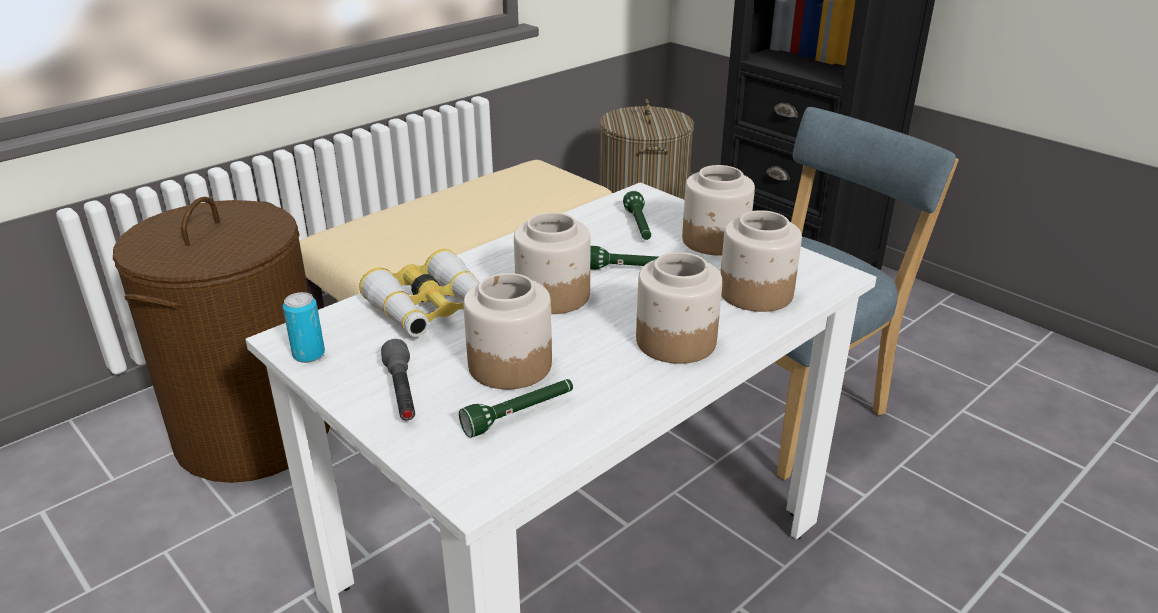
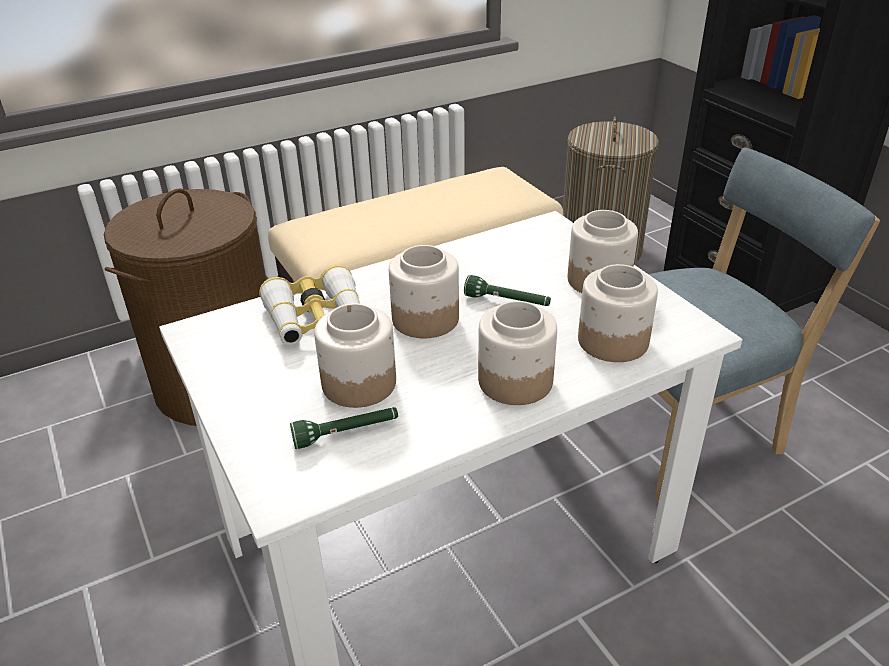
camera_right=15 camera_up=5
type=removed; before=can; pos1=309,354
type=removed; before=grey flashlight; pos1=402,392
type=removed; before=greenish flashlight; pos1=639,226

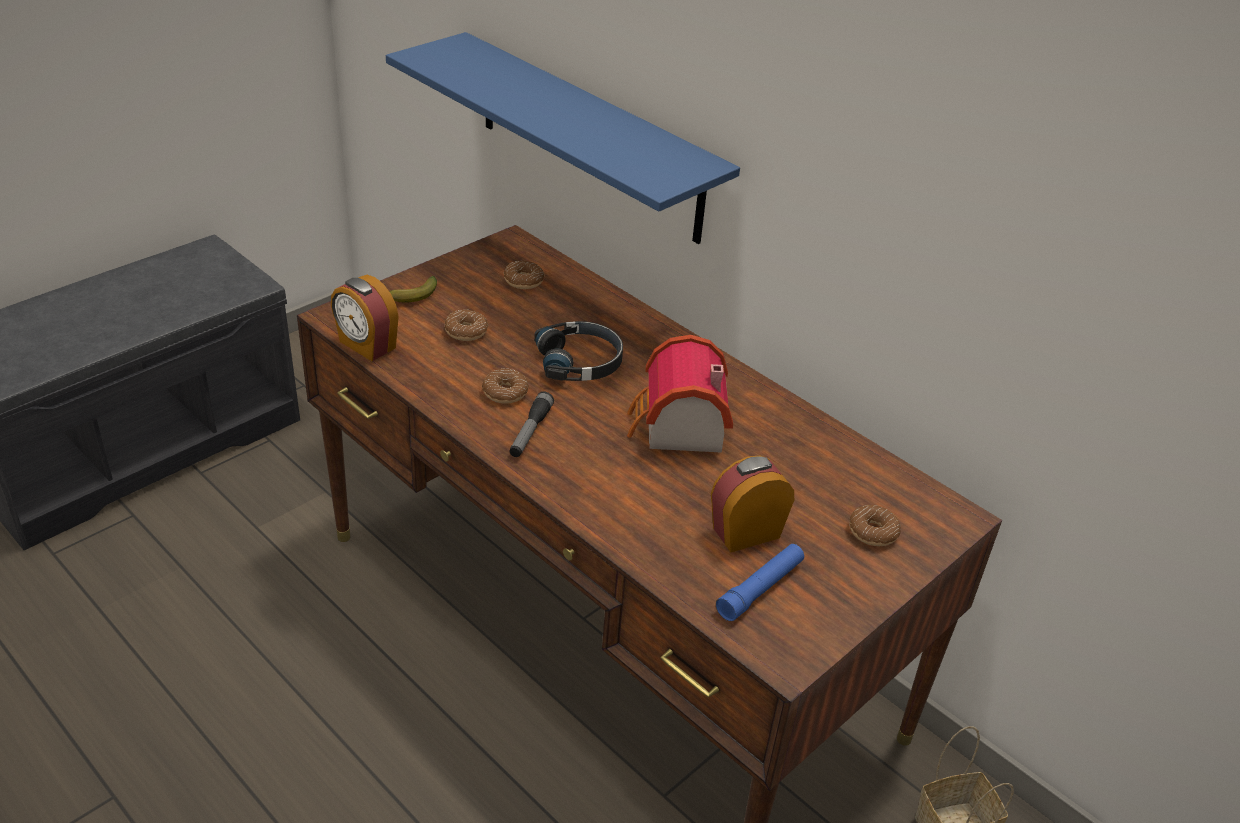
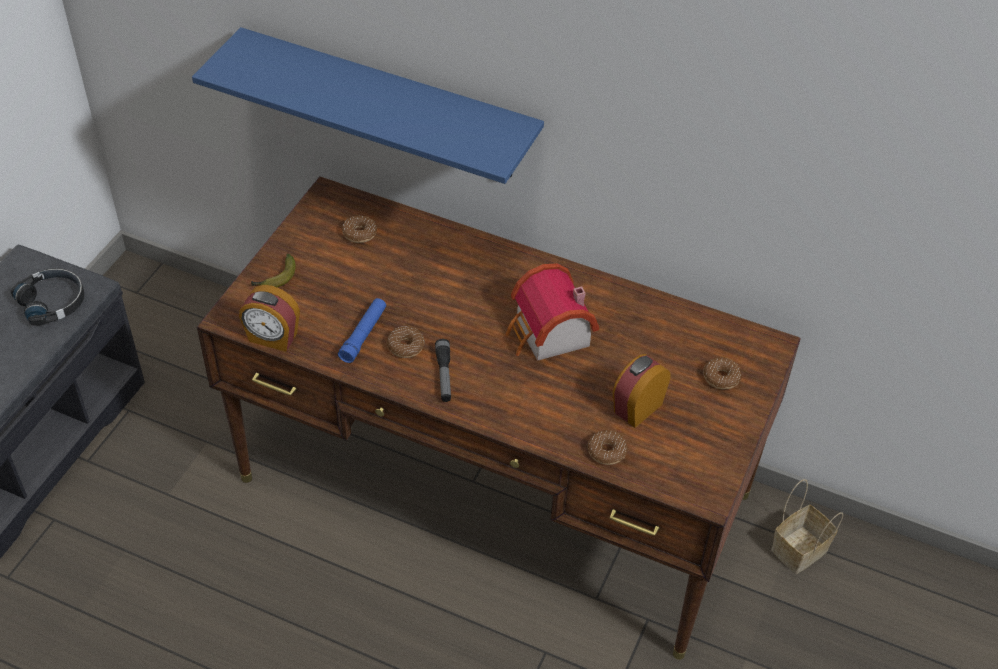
camera_right=-20 camera_up=10
type=moved; before=donut; pos1=466,331; pos2=606,451
type=moved; before=blackish headset; pos1=580,362; pos2=53,302
type=moved; before=blue-coloured flashlight; pos1=760,589; pos2=363,335

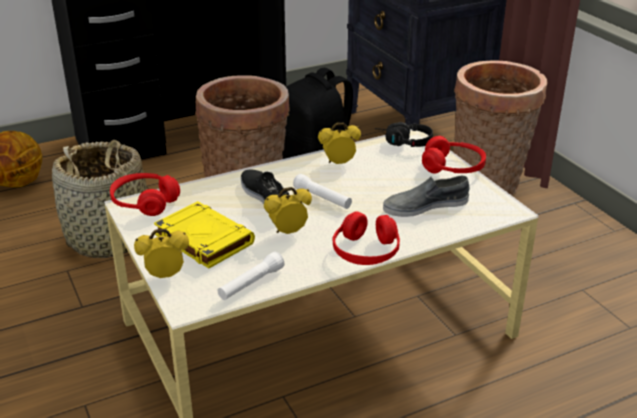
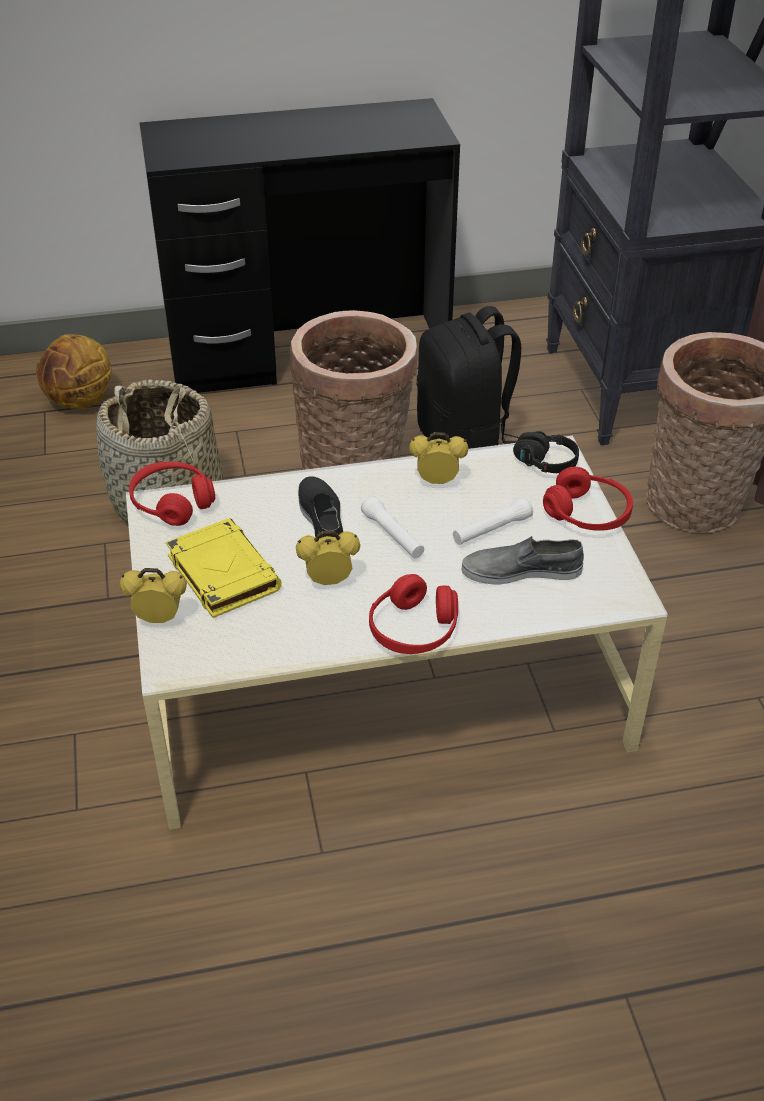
camera_right=15 camera_up=10
type=moved; before=white-coloured flashlight; pos1=251,284; pos2=491,530

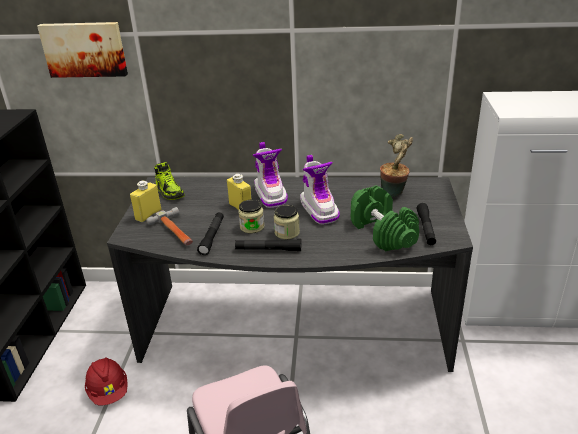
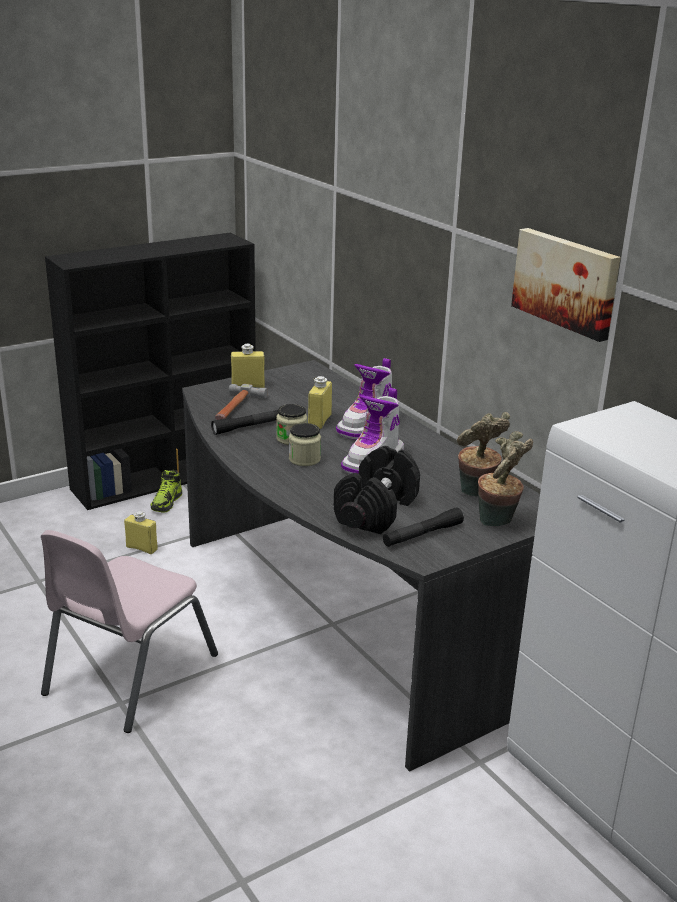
camera_right=50 camera_up=-5
type=removed; before=blackish flashlight; pos1=268,250
type=added; after=potted plant; pos2=498,522
type=moved; before=picture; pos1=84,49; pos2=566,282
type=moved; before=shoe; pos1=170,192; pos2=167,502
type=replaced; before=red safety helmet; after=yellow-coloured drink bottle; pos1=109,391; pos2=141,548
type=recoloured; before=greenish dumbbell; after=blackish dumbbell; pos1=381,232; pos2=376,510

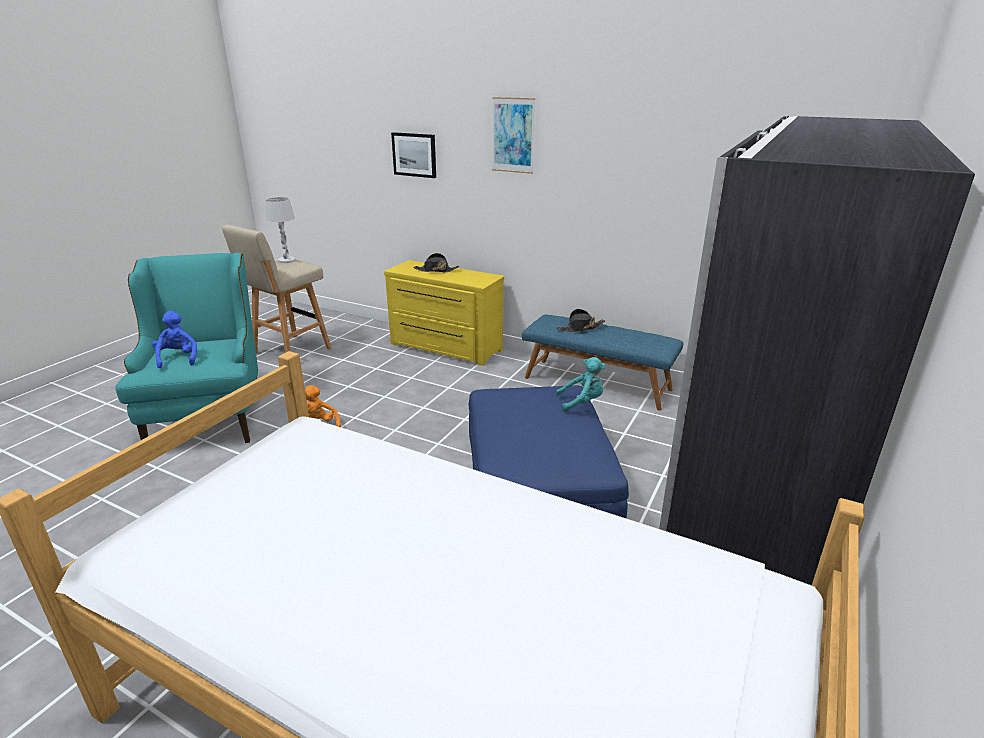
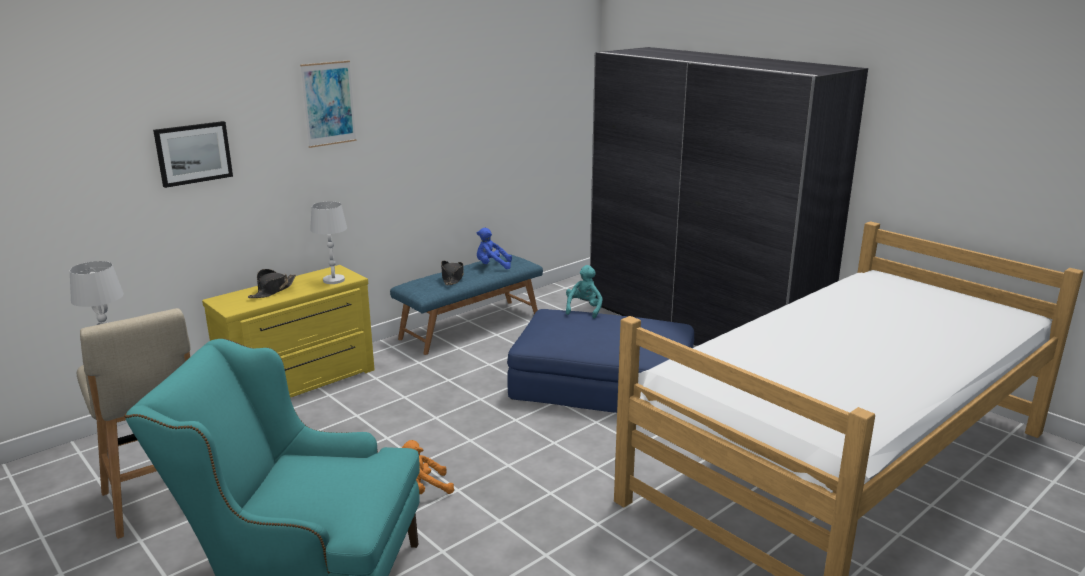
camera_right=-70 camera_up=-5
type=added; after=white-coloured tabletop lamp; pos2=333,280
type=moved; before=blue-coloured plush toy; pos1=178,358; pos2=492,266

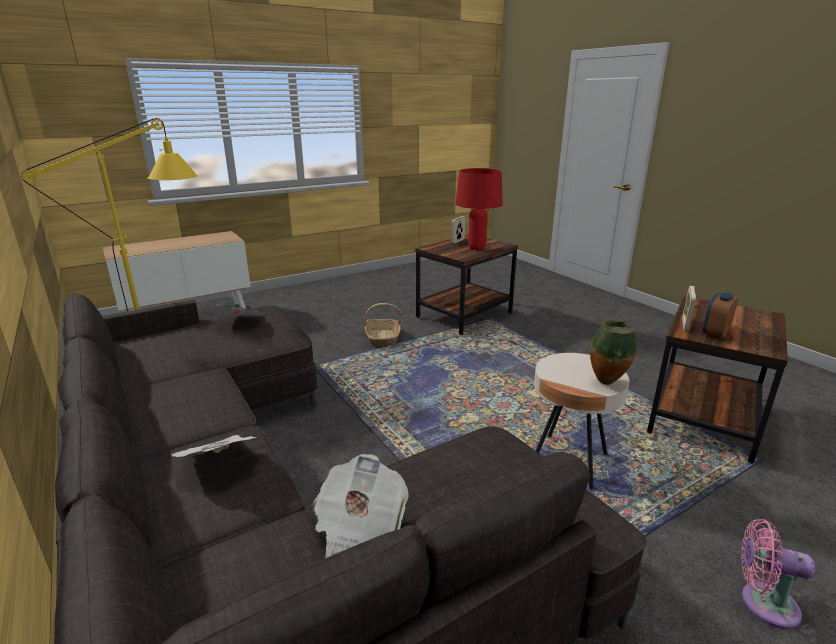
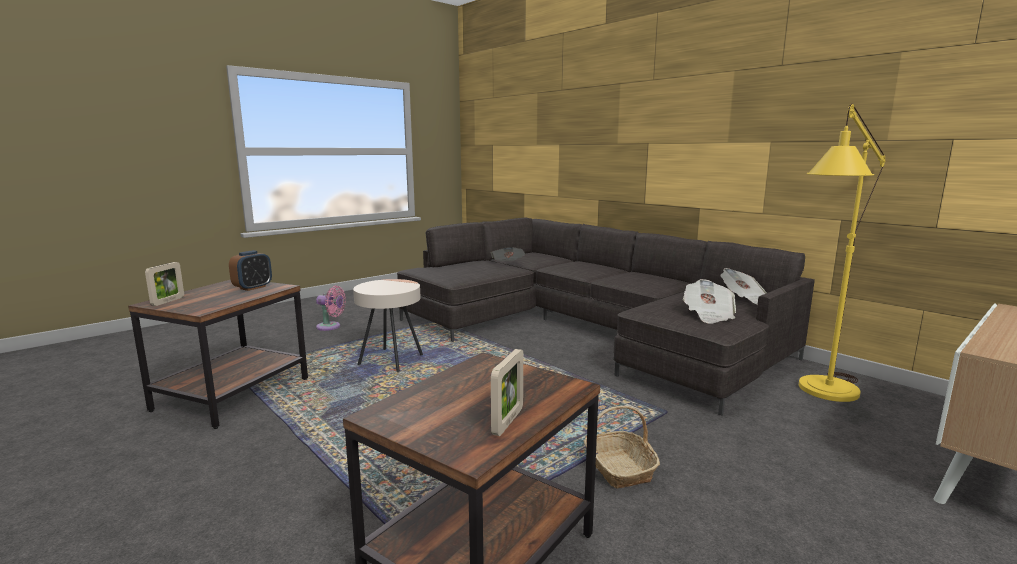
camera_right=170 camera_up=-10
type=removed; before=red tabletop lamp; pos1=476,248
type=removed; before=vase; pos1=607,383
type=moved; before=printed paper; pos1=221,462; pos2=744,299
type=moved; before=standing frame; pos1=684,325; pos2=168,301

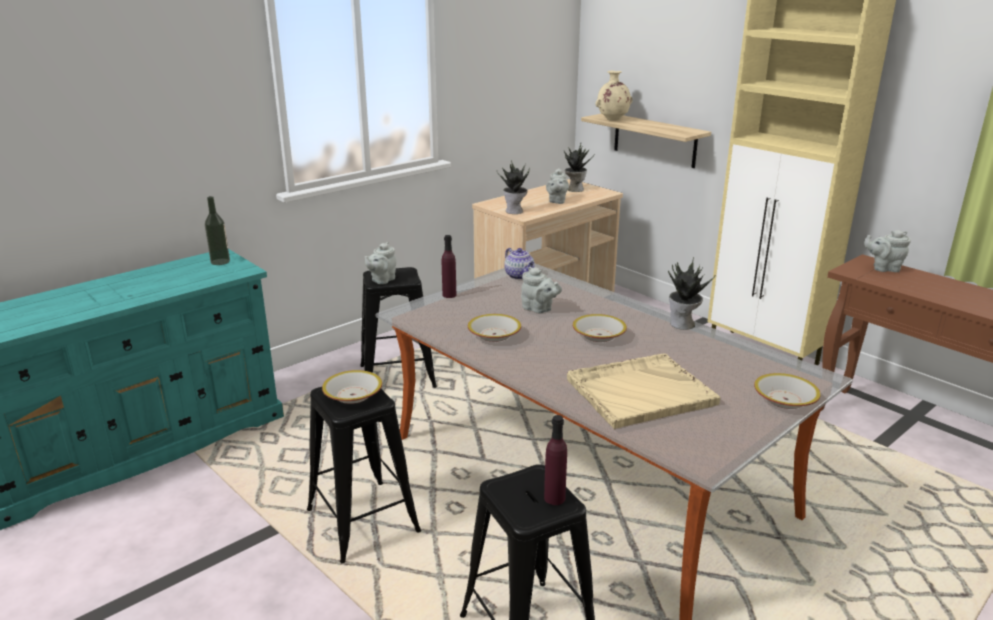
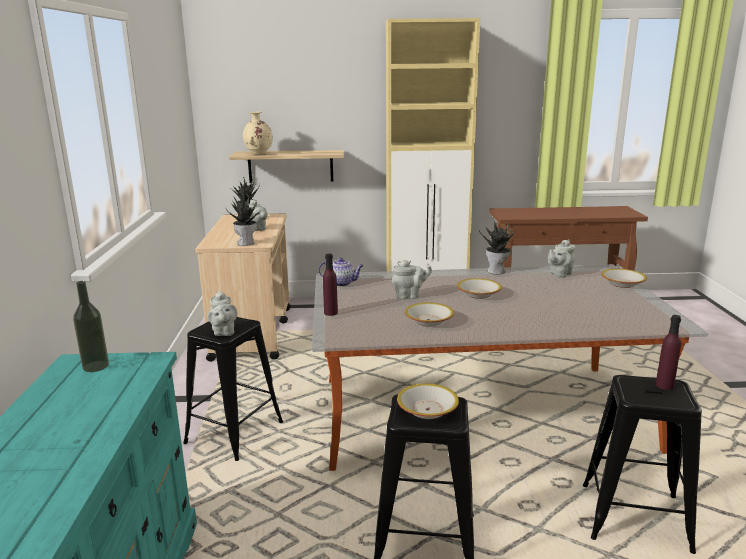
camera_right=-50 camera_up=-5
type=removed; before=sand-coloured tray; pos1=639,392
type=moved; before=grey teapot; pos1=883,268; pos2=559,274

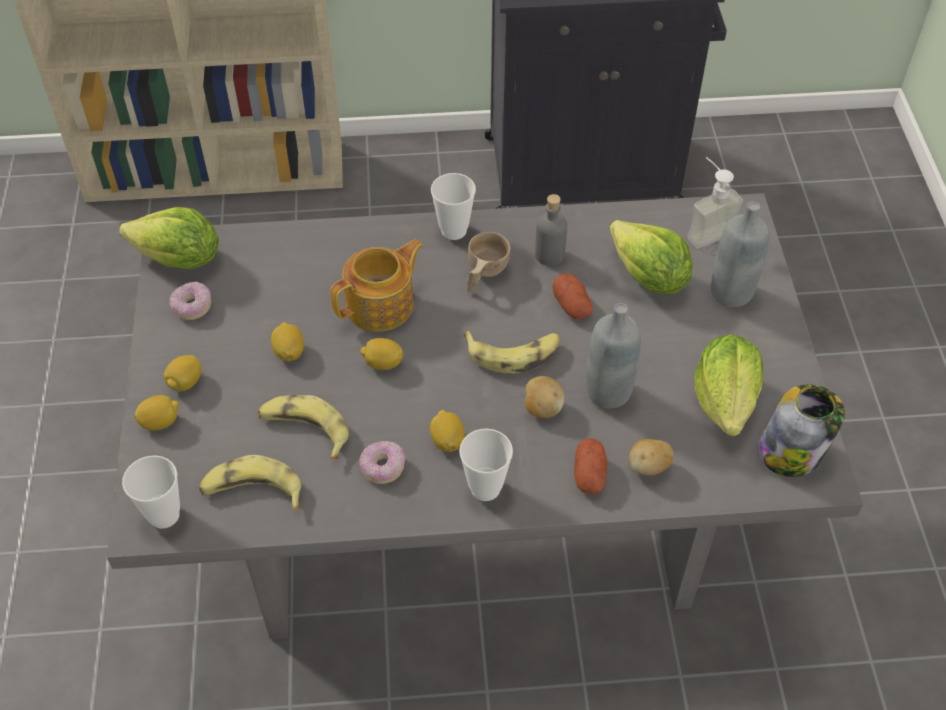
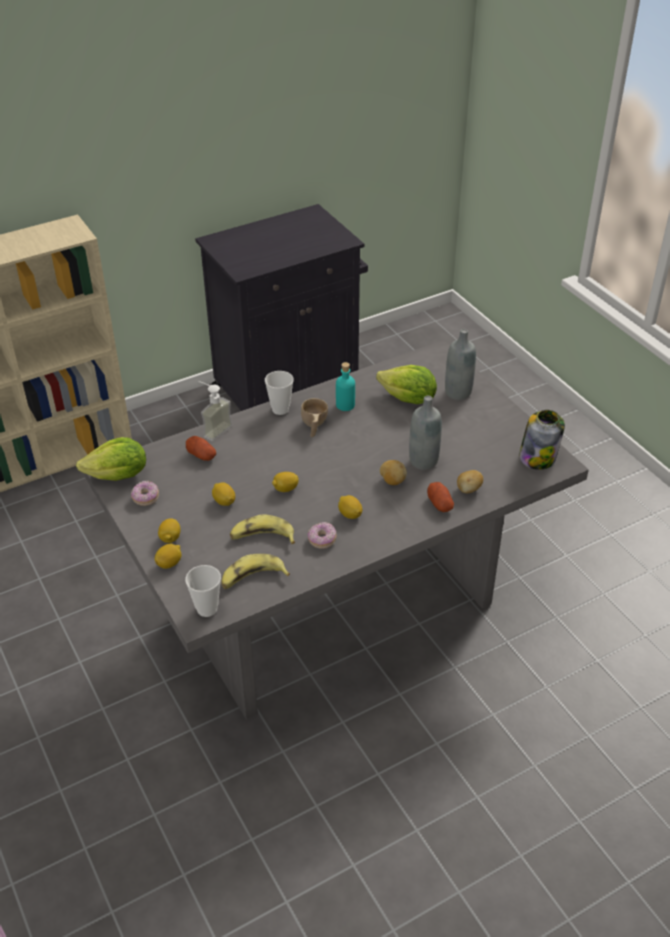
camera_right=-25 camera_up=-10
type=removed; before=teapot; pos1=381,305
type=removed; before=cup; pos1=485,488
type=removed; before=banana; pos1=514,353
type=removed; before=lettuce; pos1=725,400
type=moved; before=potato; pos1=572,305; pos2=201,455
type=moved; before=liquid soap bottle; pos1=705,229; pos2=213,429
type=recoloured; before=grey drink bottle; after=turquoise-coloured drink bottle; pos1=549,255; pos2=345,405

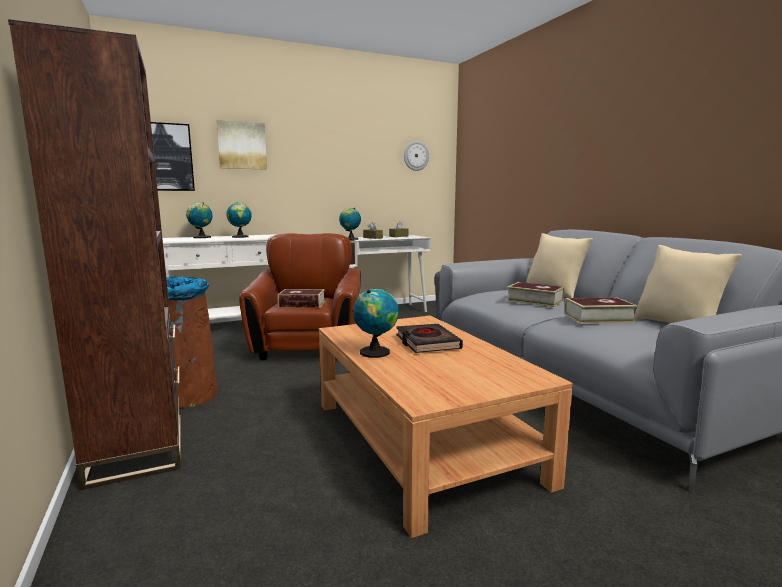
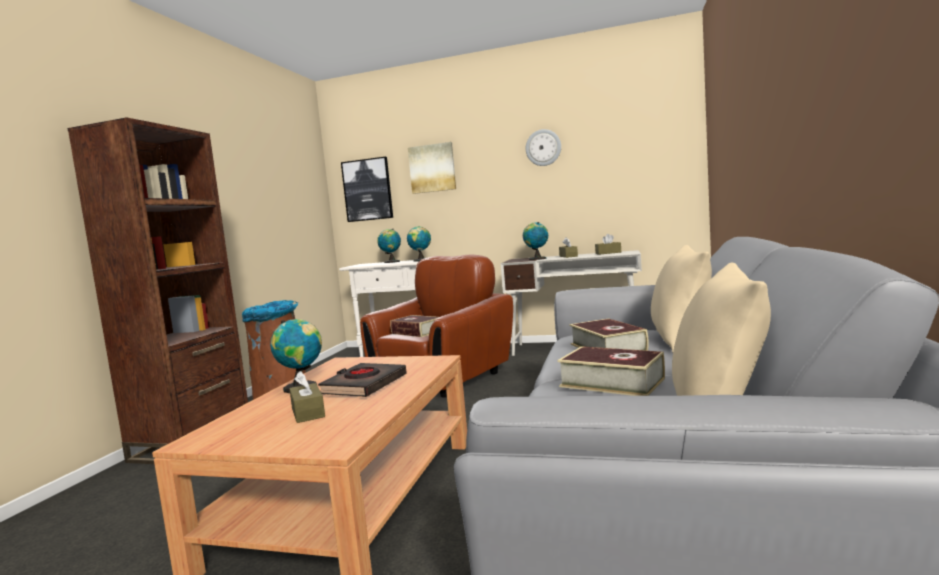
camera_right=40 camera_up=-5
type=added; after=brown-coloured tissue box; pos2=308,412
type=moved; before=hanging clock; pos1=416,156; pos2=543,147

